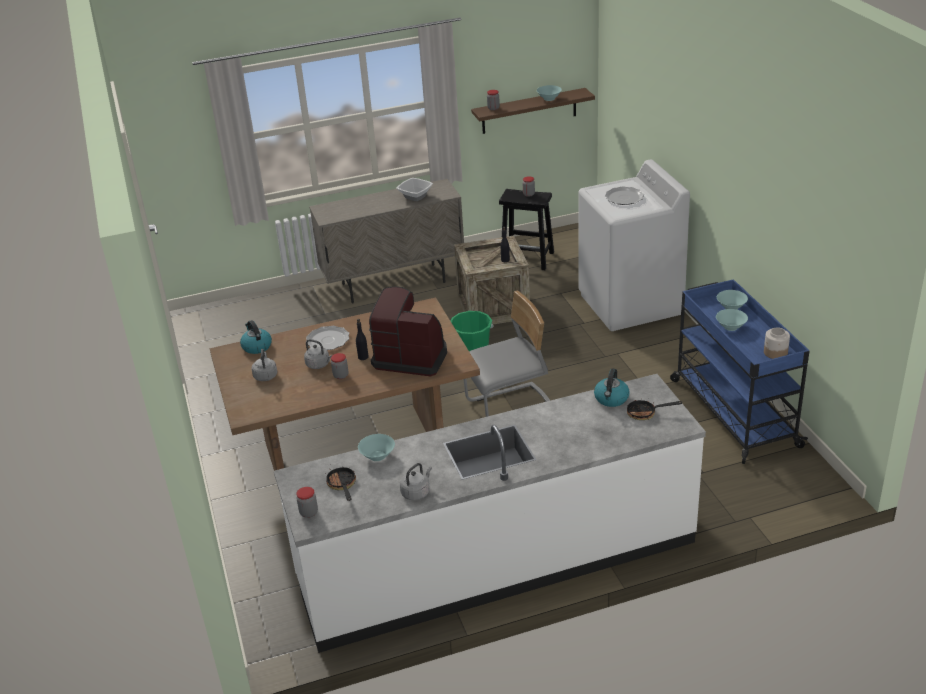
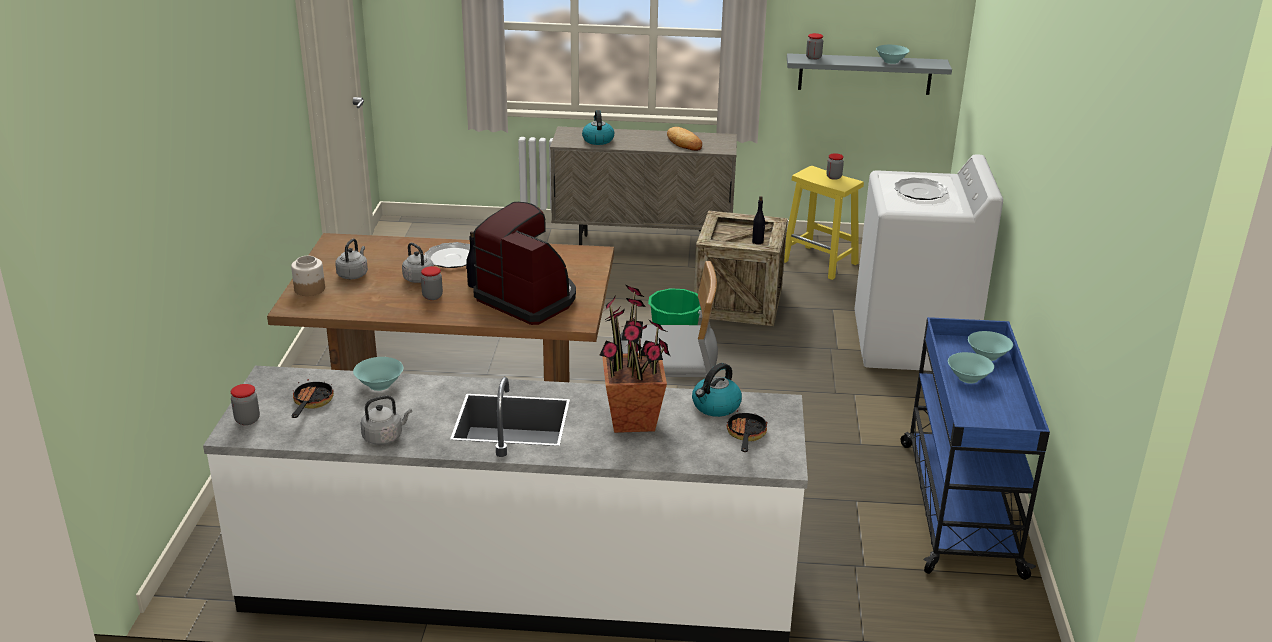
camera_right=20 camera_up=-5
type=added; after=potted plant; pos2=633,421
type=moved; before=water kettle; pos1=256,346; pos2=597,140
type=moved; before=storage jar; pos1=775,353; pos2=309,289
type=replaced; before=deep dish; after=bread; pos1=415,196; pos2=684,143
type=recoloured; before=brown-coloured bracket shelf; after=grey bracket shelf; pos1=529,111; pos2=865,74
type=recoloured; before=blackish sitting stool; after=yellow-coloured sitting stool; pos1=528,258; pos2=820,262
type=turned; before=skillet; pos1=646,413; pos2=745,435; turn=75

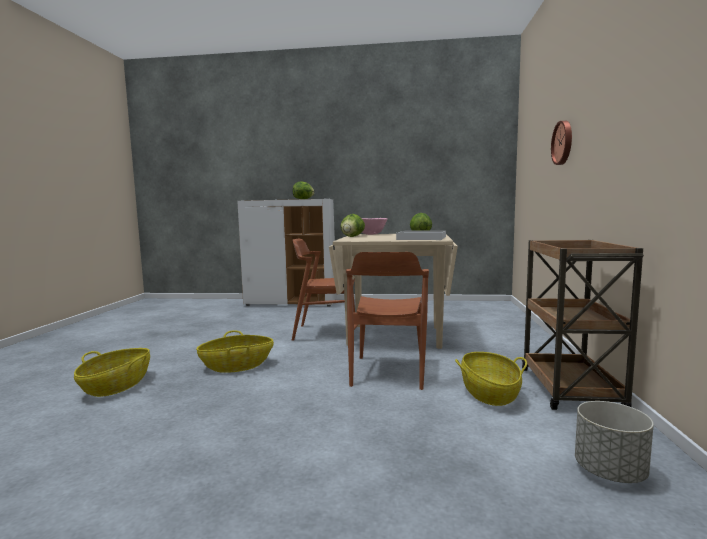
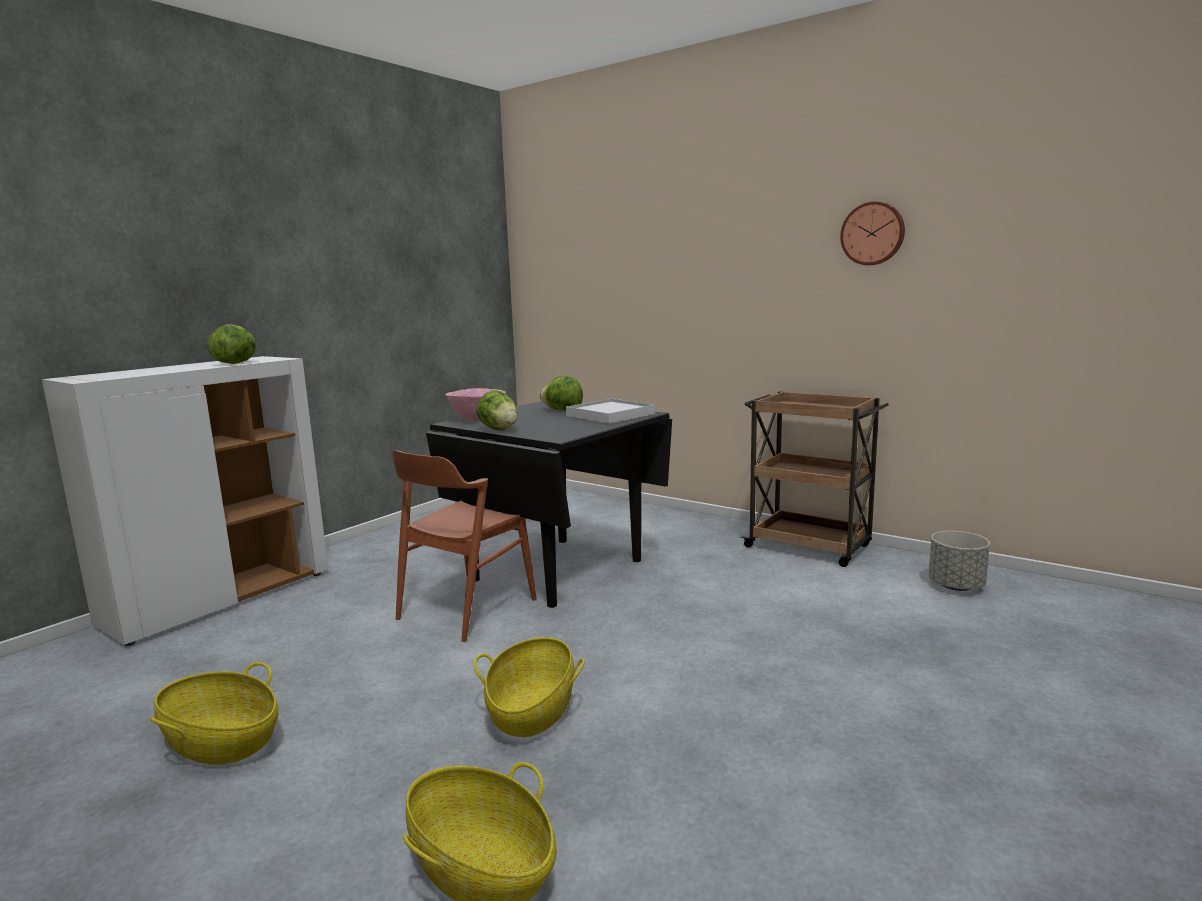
camera_right=-60 camera_up=5
type=removed; before=brown-coloured plain chair; pos1=388,372
type=moved; before=basket; pos1=489,393; pos2=221,742
type=moved; before=hanging clock; pos1=563,143; pos2=873,233
type=recoloured; before=sand-coloured dining table; after=blackish dining table; pos1=395,336; pos2=559,570

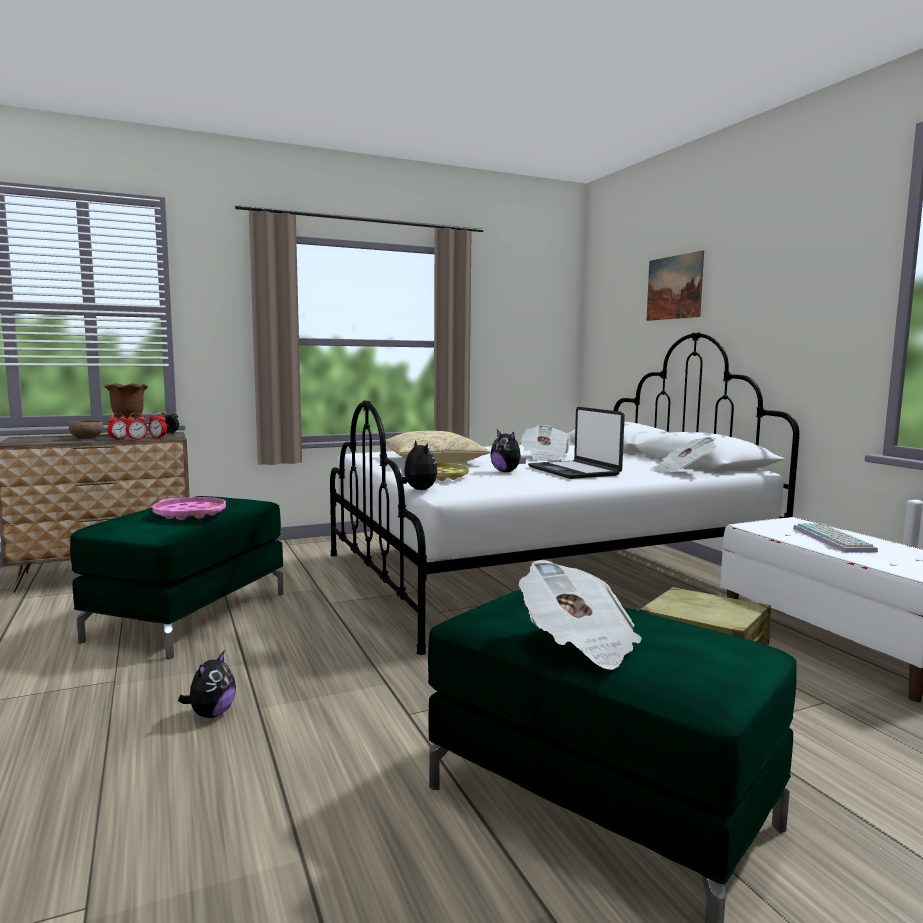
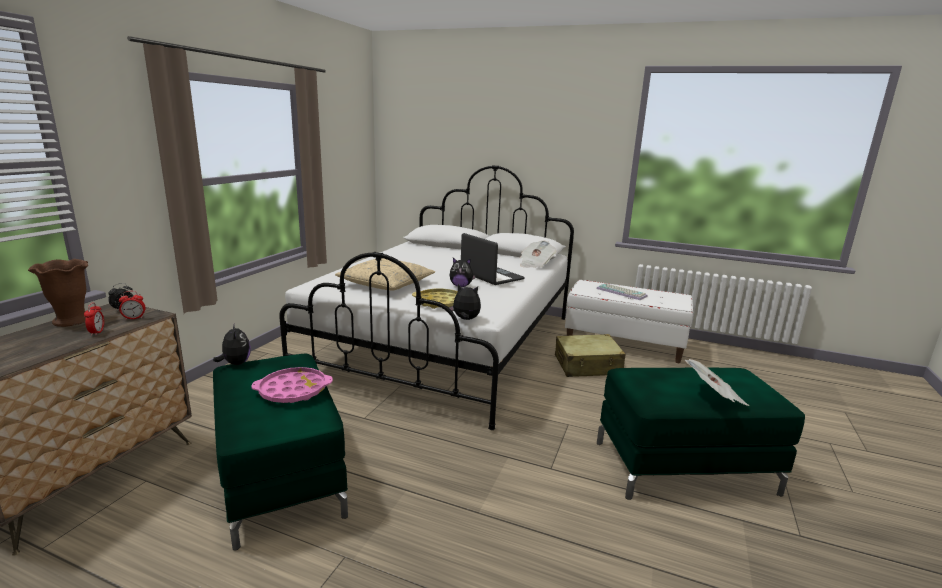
camera_right=-45 camera_up=10
type=removed; before=brown-coloured deep dish; pos1=87,438
type=removed; before=bedside clock; pos1=137,439
type=removed; before=printed paper; pos1=544,457
type=removed; before=picture; pos1=674,287
type=moved; before=plush toy; pos1=211,714; pos2=235,363
type=turned; before=notebook computer; pos1=574,471; pos2=491,276; turn=-150

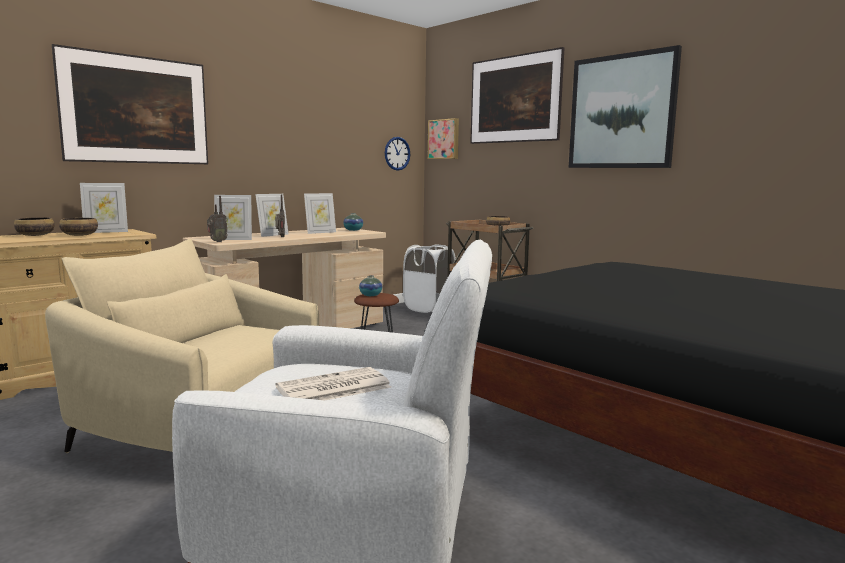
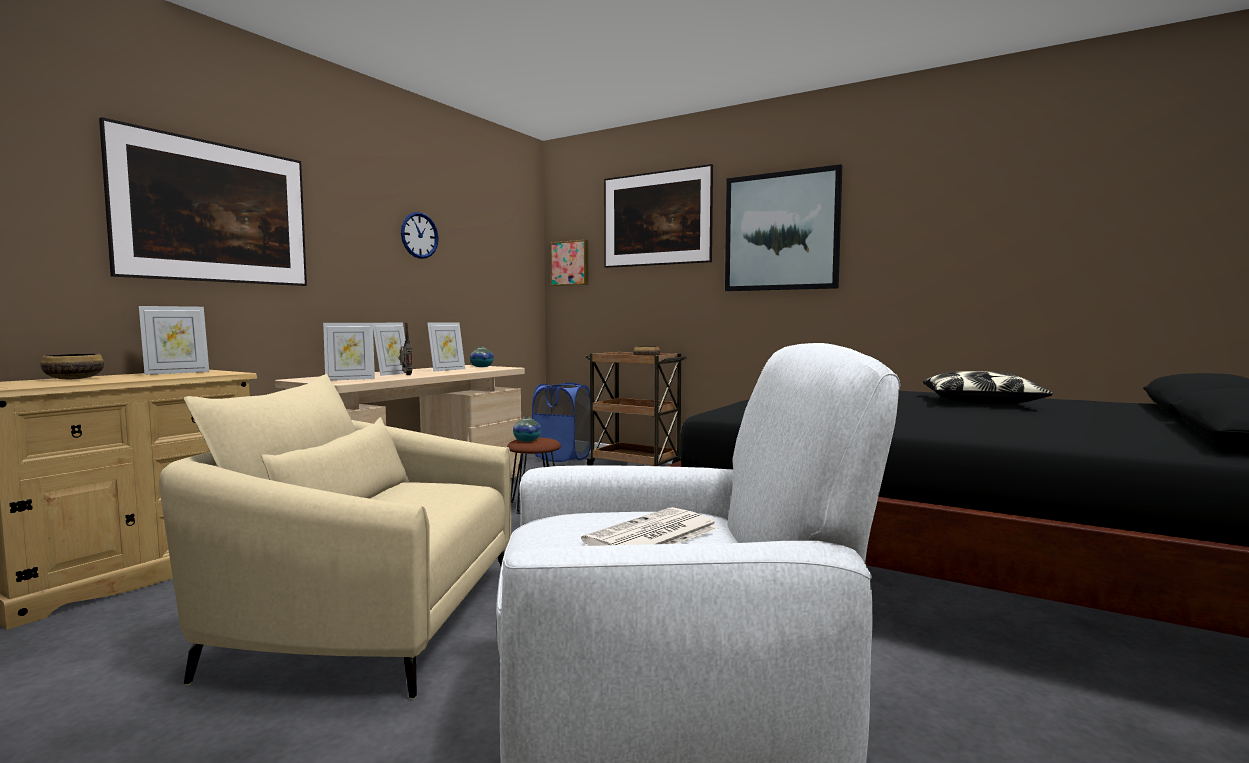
camera_right=-15 camera_up=-5
type=removed; before=deep dish; pos1=79,235
type=removed; before=radio; pos1=217,242
type=added; after=throw pillow; pos2=980,402
type=moved; before=hanging clock; pos1=397,153; pos2=419,235
type=recoloured; before=white-coloured hamper; after=blue-coloured hamper; pos1=429,308; pos2=562,457

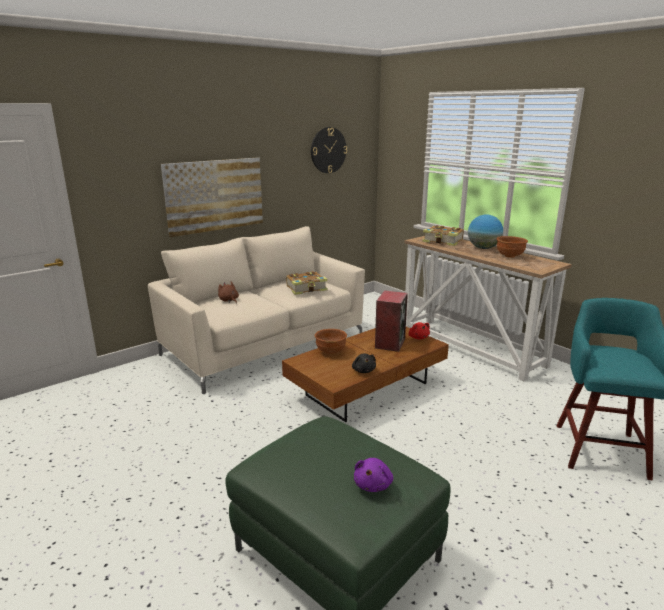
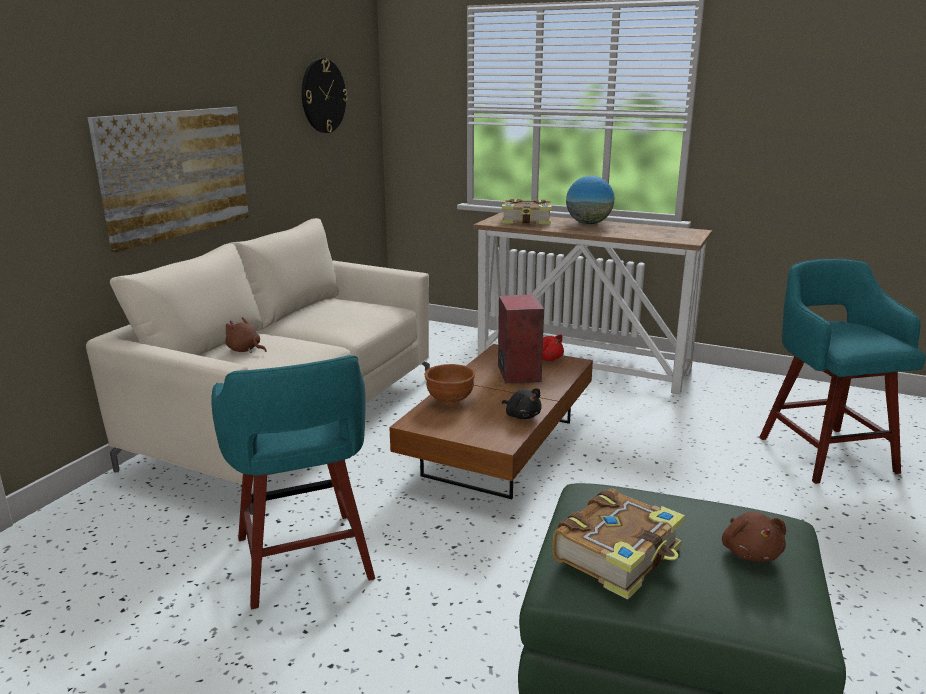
camera_right=-25 camera_up=0
type=removed; before=brown-coloured deep dish; pos1=510,256
type=added; after=turquoise-coloured sitting stool; pos2=304,561
type=moved; before=bound book; pos1=307,289; pos2=619,555
type=recoloured; before=purplish plush toy; after=brown-coloured plush toy; pos1=373,484; pos2=750,552

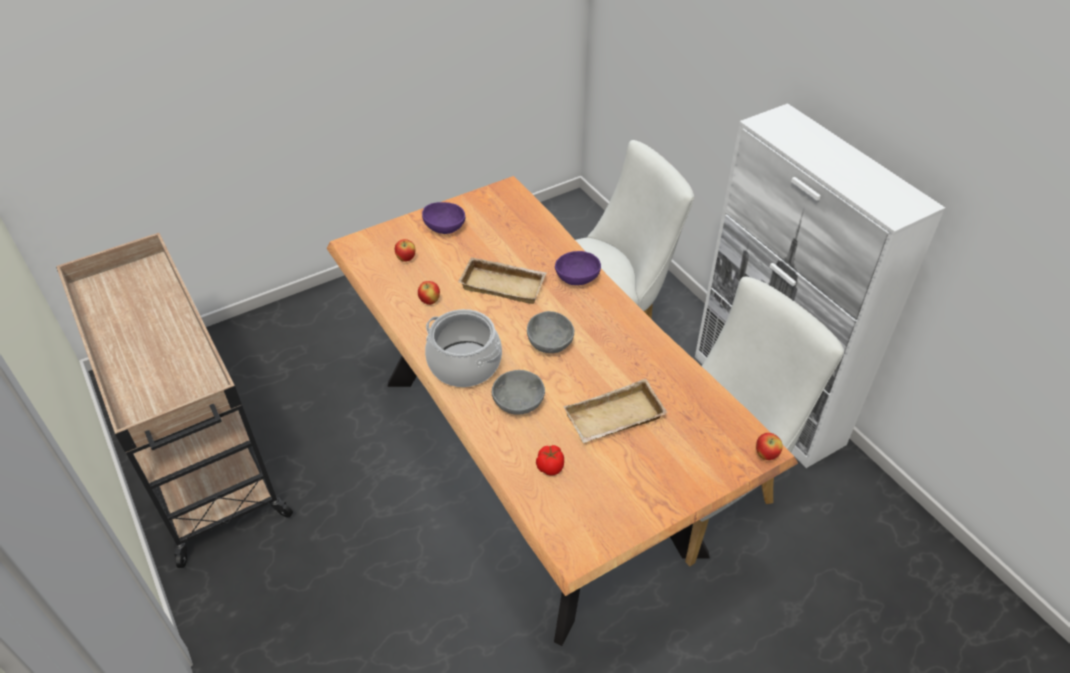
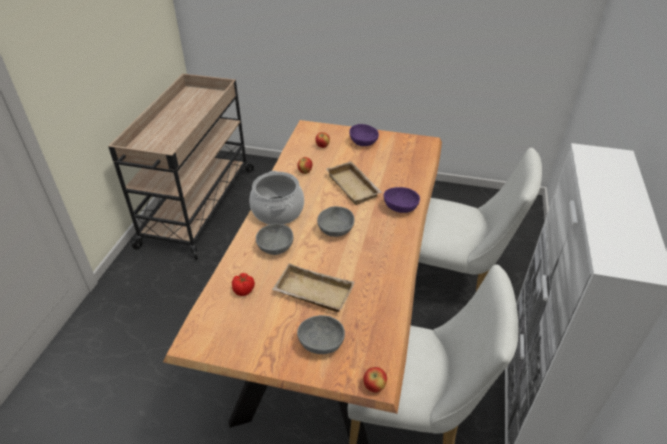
camera_right=45 camera_up=-5
type=added; after=grey deep dish; pos2=321,342

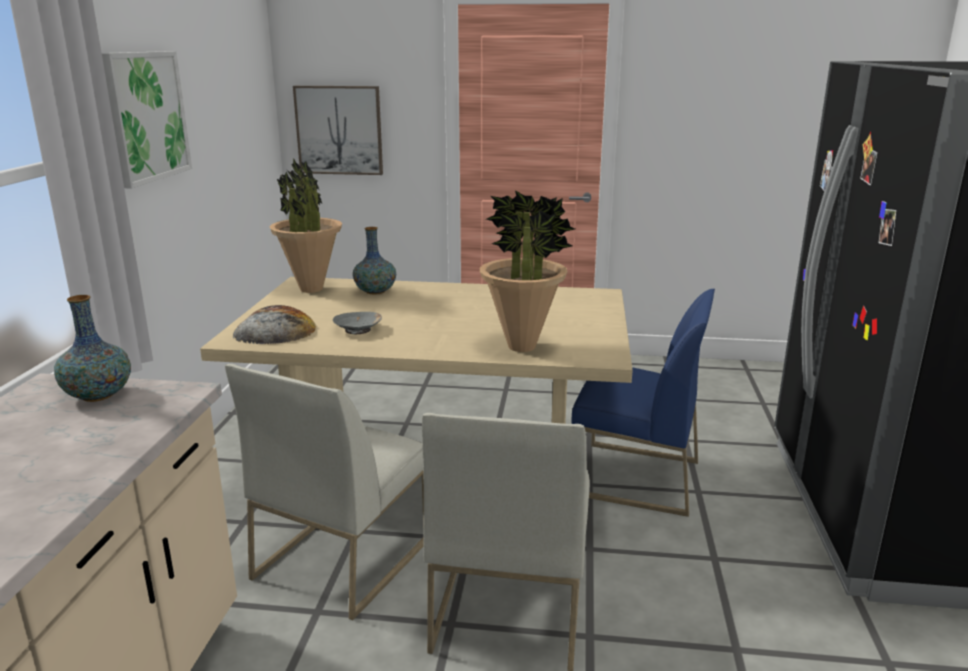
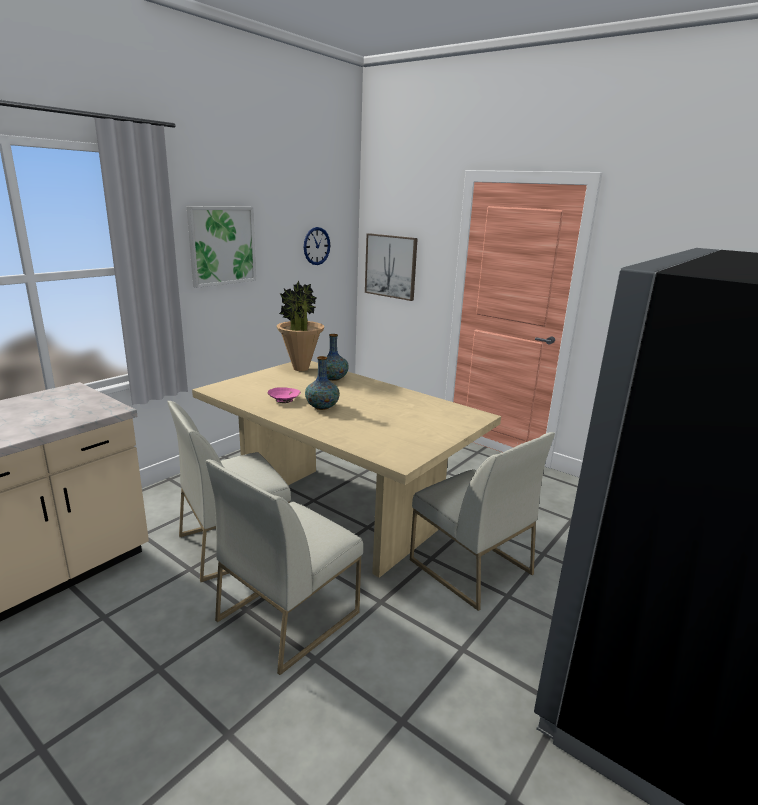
camera_right=30 camera_up=0
type=removed; before=bread; pos1=275,331
type=removed; before=potted plant; pos1=522,346
type=added; after=hanging clock; pos2=316,246
type=moved; before=vase; pos1=98,395; pos2=322,407
type=recoloured; before=grey deep dish; after=pinkish deep dish; pos1=358,330; pos2=284,400
type=recoloured; before=blue-coloured plain chair; after=white-coloured plain chair; pos1=634,478; pos2=469,566

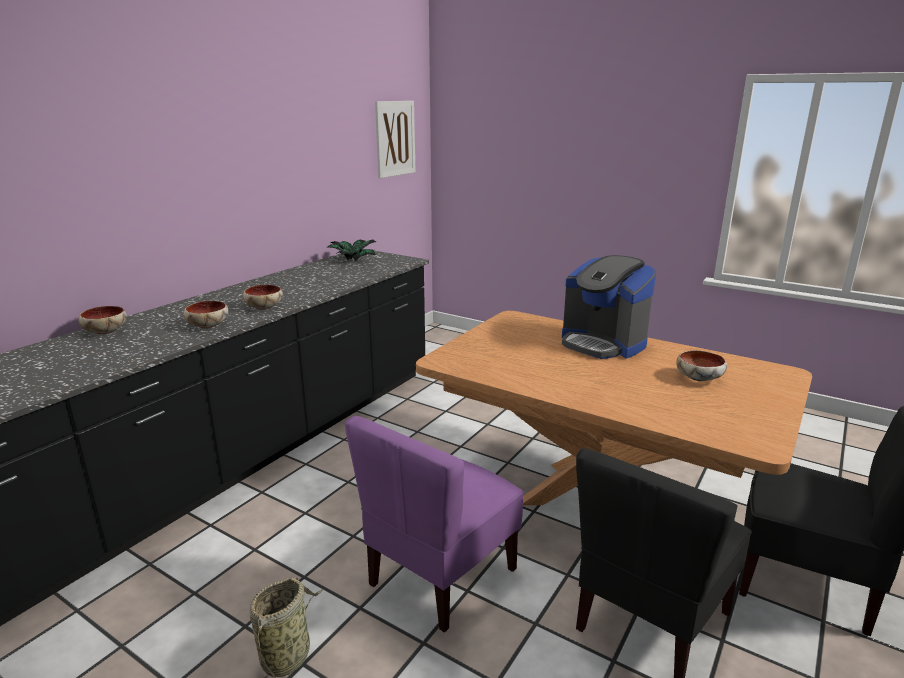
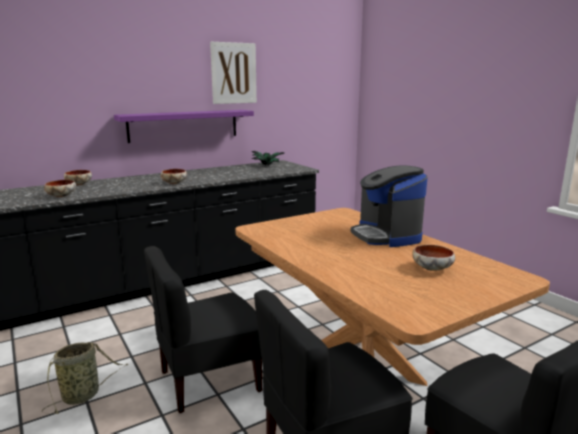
camera_right=25 camera_up=-5
type=added; after=purplish bracket shelf; pos2=184,125
type=moved; before=deep dish; pos1=208,325; pos2=61,196
type=moved; before=picture; pos1=395,138; pos2=233,73
type=recoloured; before=purplish plain chair; after=blackish plain chair; pos1=440,576; pos2=209,380

